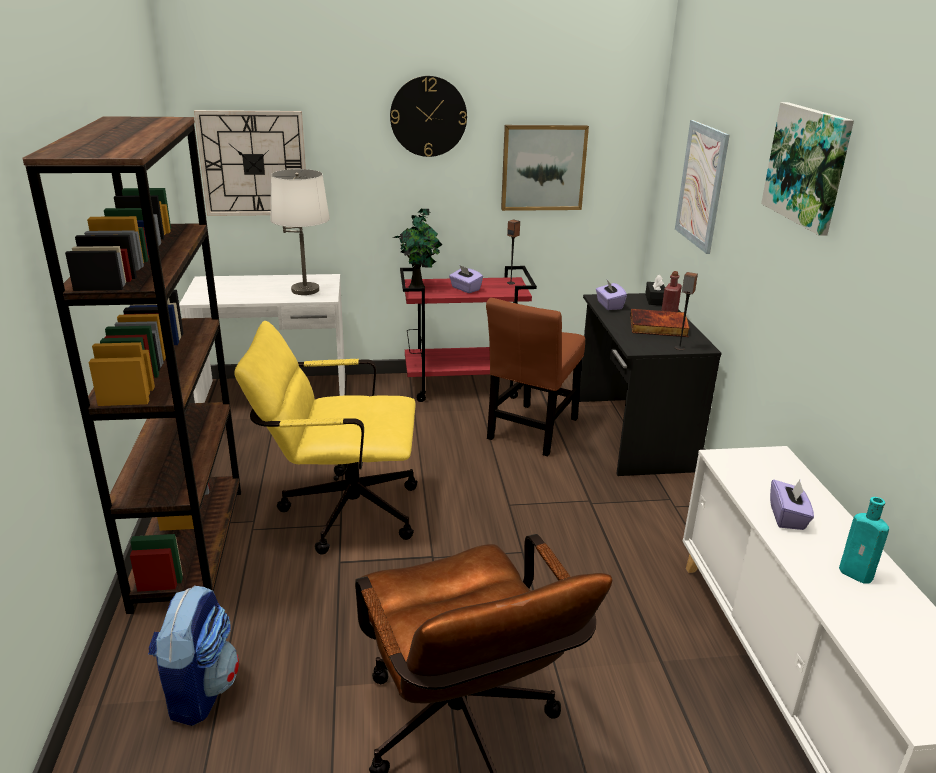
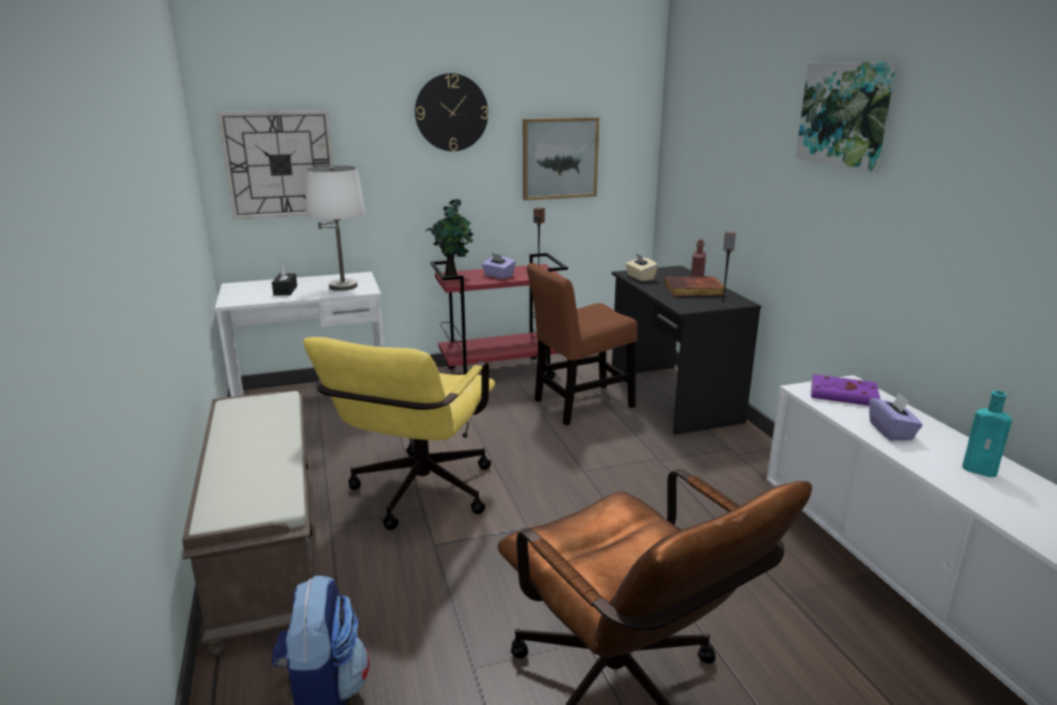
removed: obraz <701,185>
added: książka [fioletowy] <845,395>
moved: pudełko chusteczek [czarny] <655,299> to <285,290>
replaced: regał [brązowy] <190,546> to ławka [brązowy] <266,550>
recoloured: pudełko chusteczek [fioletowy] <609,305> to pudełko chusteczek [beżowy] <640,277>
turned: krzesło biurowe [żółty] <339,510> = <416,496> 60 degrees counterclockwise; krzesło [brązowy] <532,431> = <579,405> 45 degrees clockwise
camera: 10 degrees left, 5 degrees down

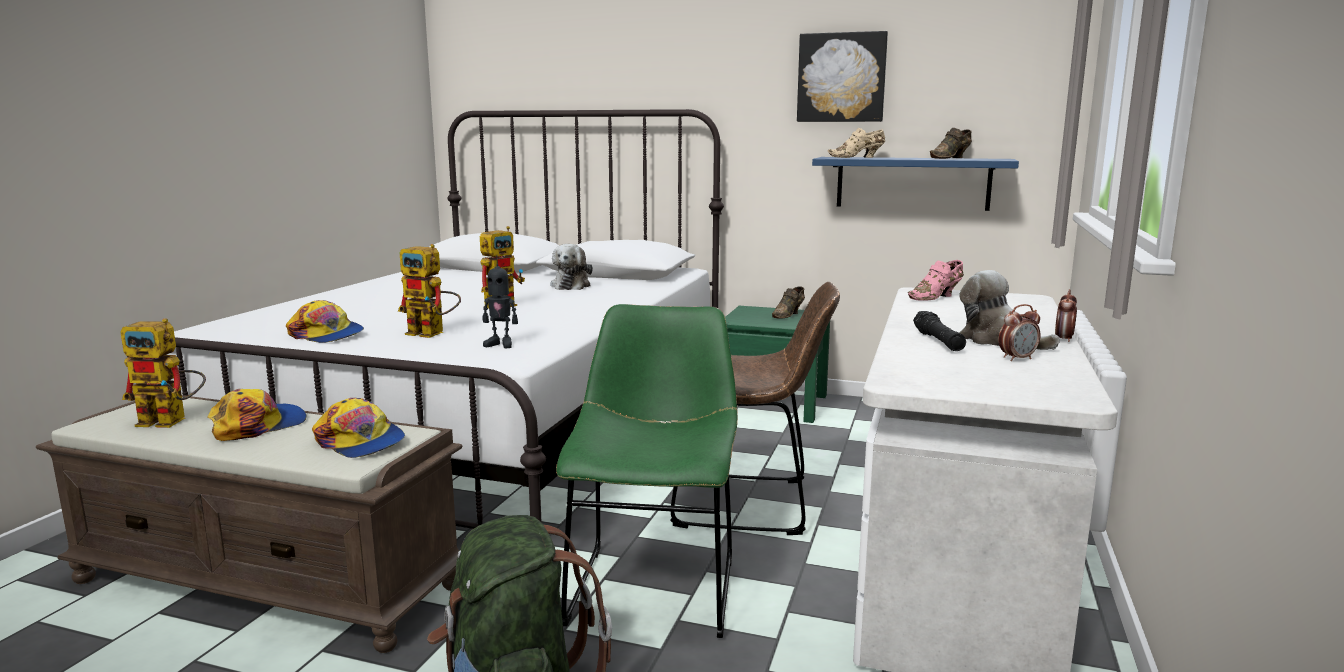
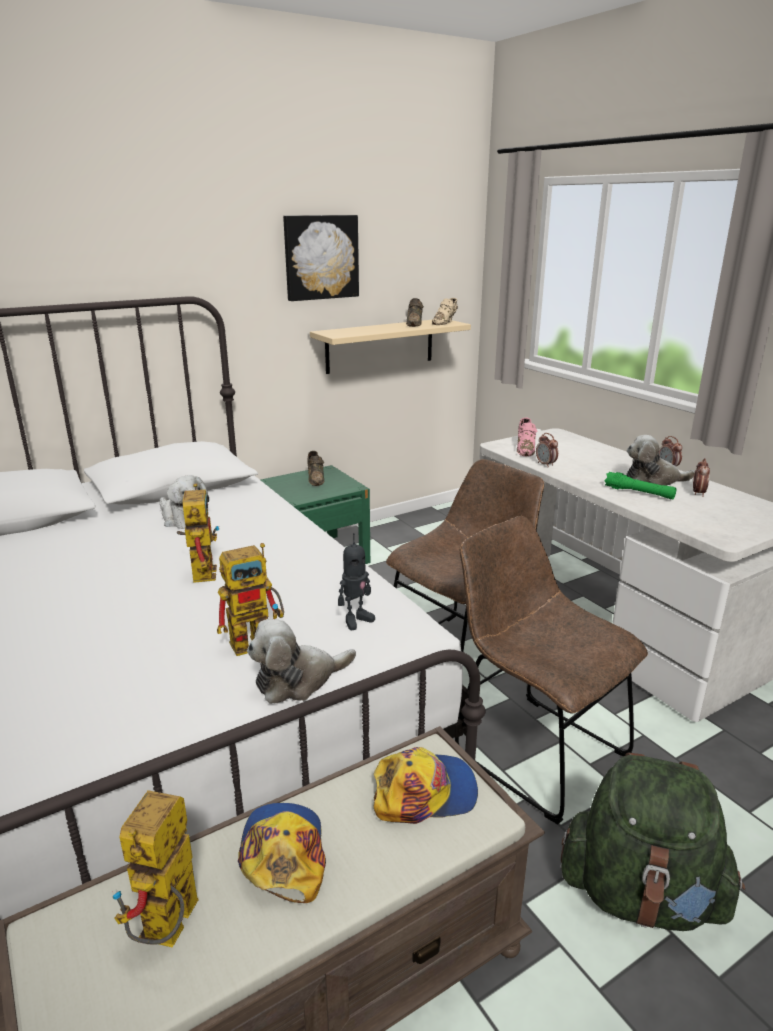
removed: czapka z daszkiem <326,335>
added: pluszak <298,680>; budzik <545,464>
moved: but [beżowy] <858,157> to <445,323>
recoloured: półka [niebieski] <912,183> to półka [beżowy] <380,345>; krzesło [zielony] <654,584> to krzesło [brązowy] <533,750>; latarka [czarny] <938,341> to latarka [zielony] <639,493>
turned: robot zabawkowy <172,421> = <168,933> 150 degrees clockwise
camera: 50 degrees left, 10 degrees up

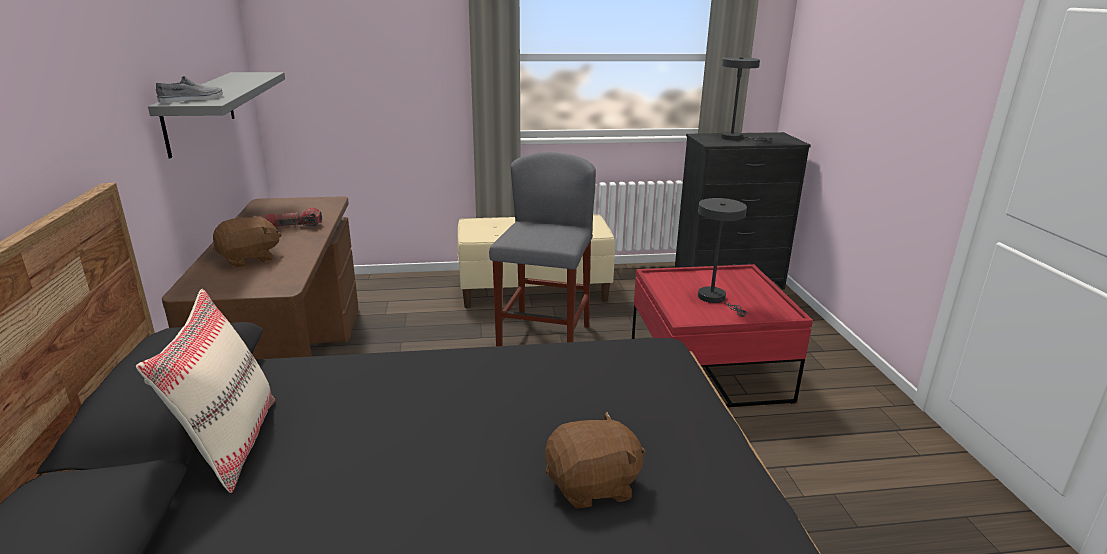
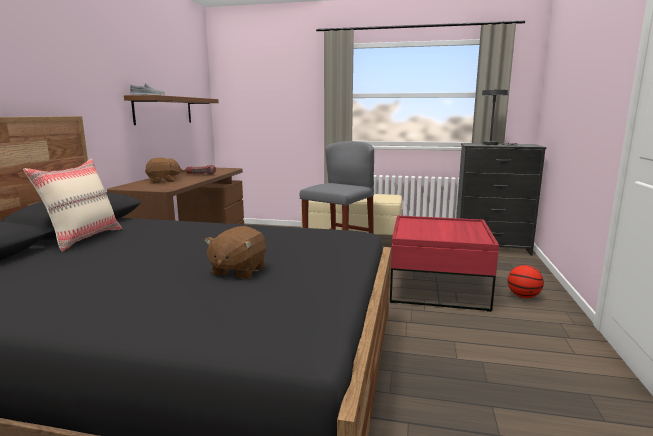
removed: lampa stołowa [szary] <715,299>
added: piłka do koszykówki <523,296>
recoloured: półka [szary] <200,111> to półka [brązowy] <164,110>
turned: pluszak [brązowy] <593,486> = <238,272> 105 degrees clockwise
camera: 20 degrees right, 10 degrees down

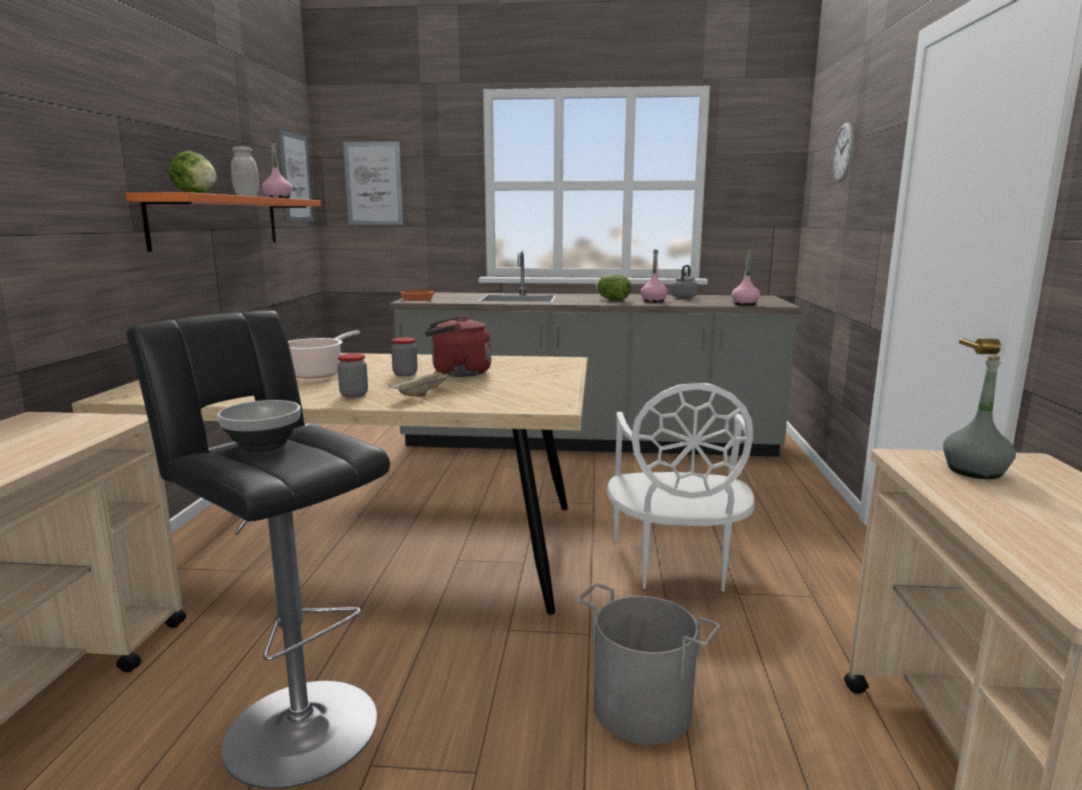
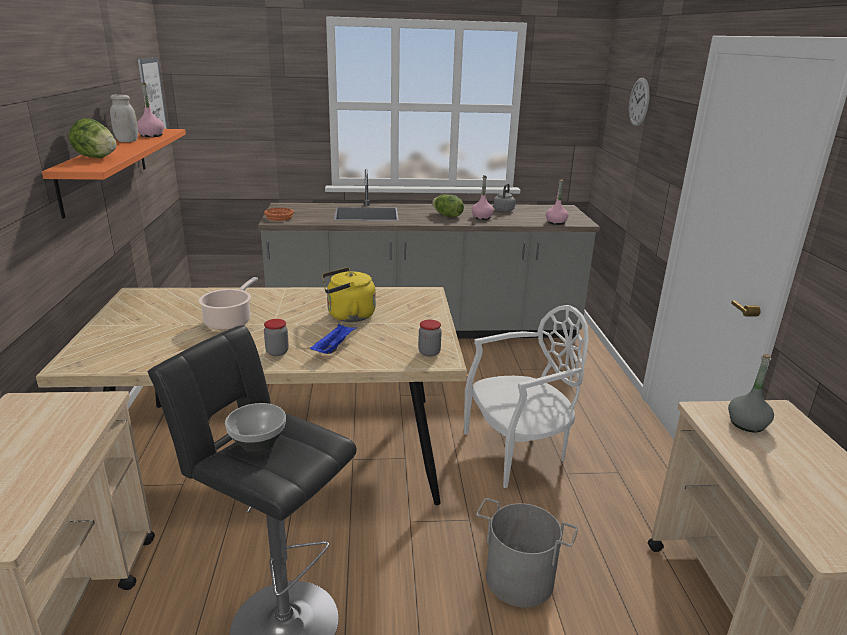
removed: obraz <373,183>
moved: słoik <405,374> to <429,352>
recoloured: taca [beżowy] <424,393> to taca [niebieski] <333,347>; czajnik [czerwony] <457,373> to czajnik [żółty] <348,316>
turned: krzesło [biały] <676,565> = <518,451> 105 degrees counterclockwise
camera: 10 degrees left, 10 degrees up

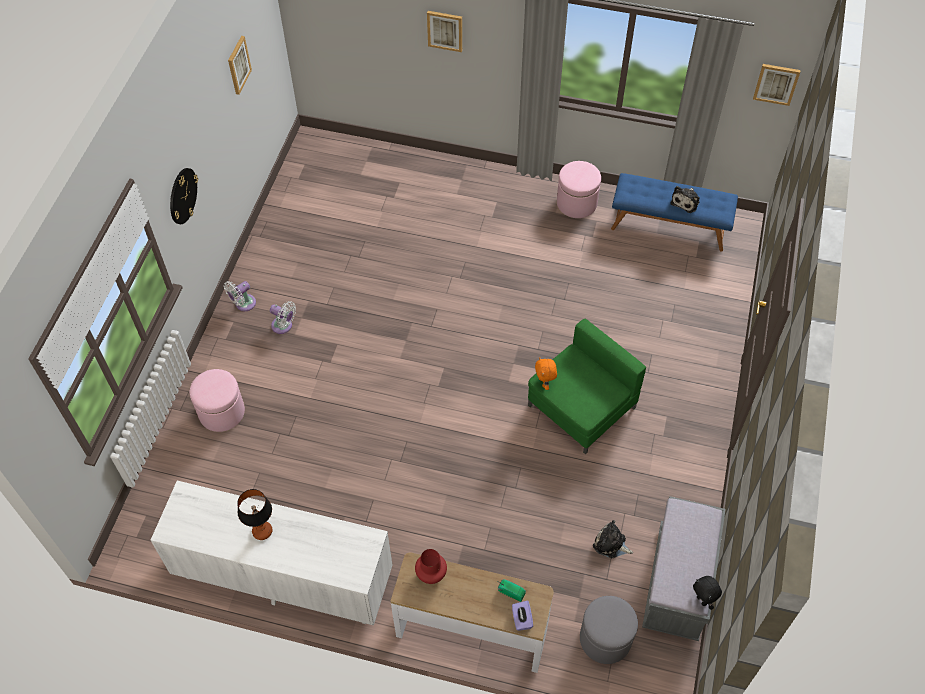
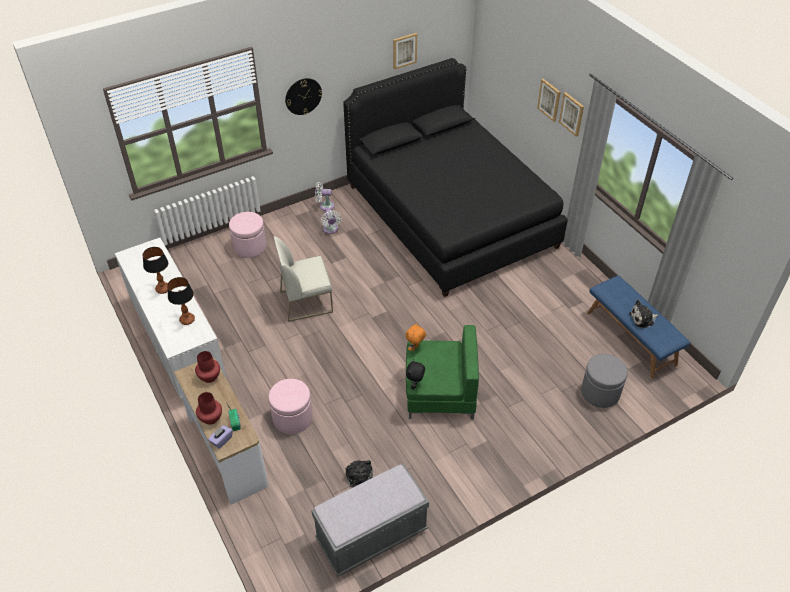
added: lampa stołowa <187,320>; wazon [czerwony] <211,418>; krzesło [biały] <306,301>; łóżko [czarny] <450,216>
moved: pufa [różowy] <576,203> to <292,418>; pluszak [czarny] <702,600> to <415,385>; obraz <776,83> to <572,114>; pufa [szary] <605,639> to <600,392>
camera: 45 degrees right, 10 degrees down

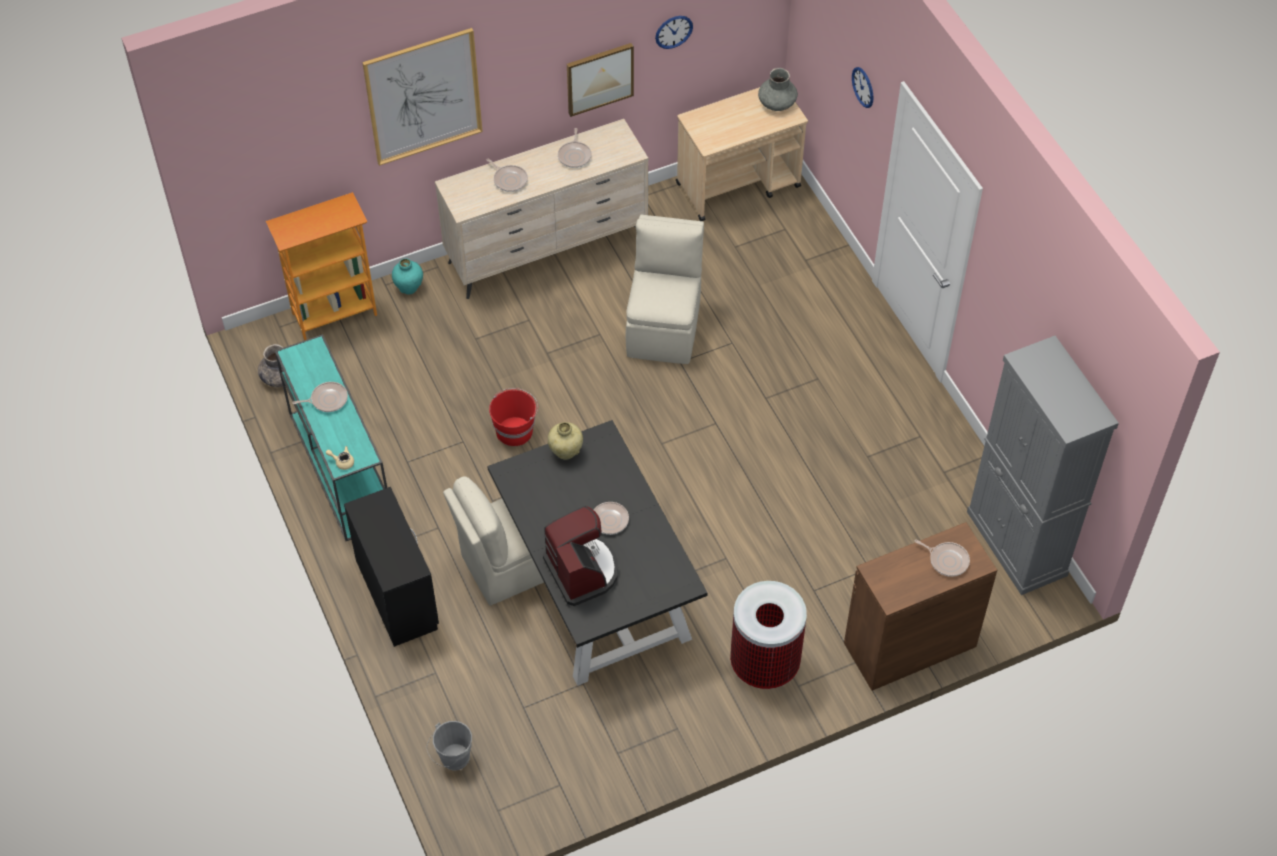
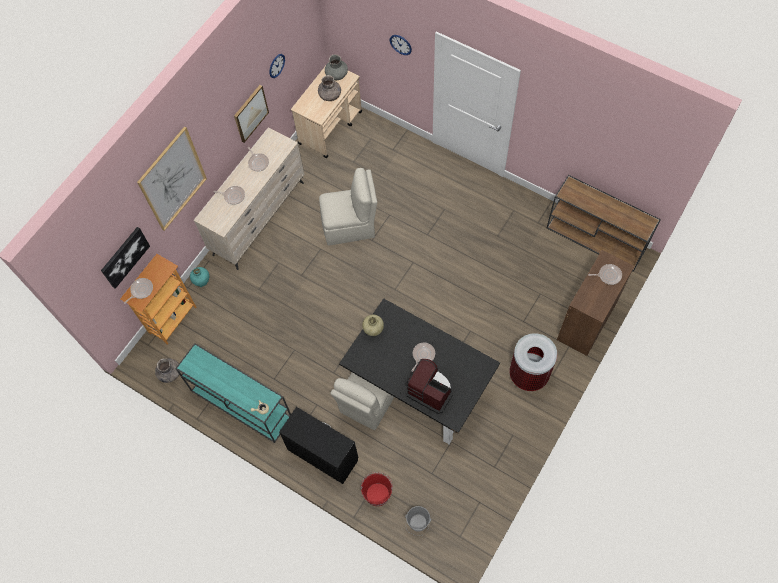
added: obraz <124,257>; wazon [szary] <330,95>
moved: patelnia <327,399> to <141,290>; wiadro [czerwony] <515,430> to <377,493>
replaced: szafka [szary] <1016,544> to stolik konsolowy [brązowy] <596,239>
turned: krzesło [beżowy] <664,327> = <350,226> 105 degrees clockwise
camera: 30 degrees left, 10 degrees up

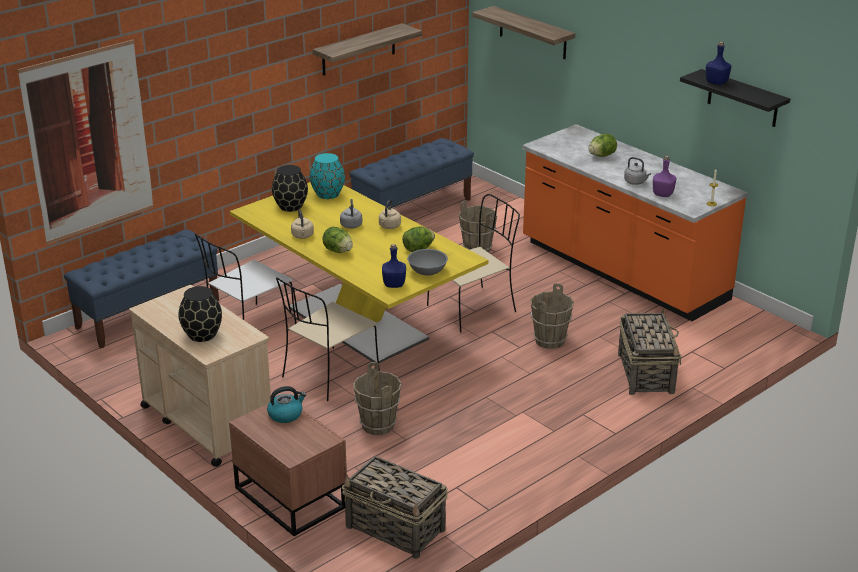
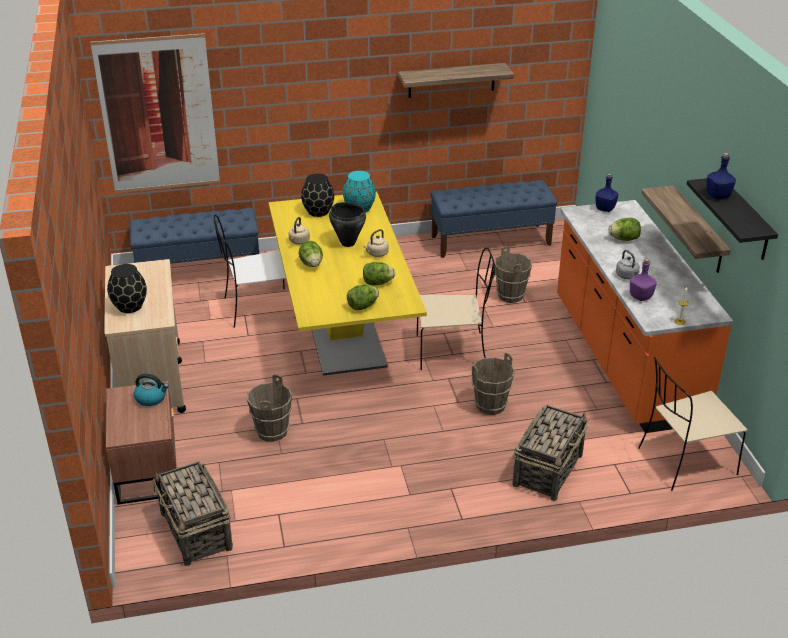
moved: butelka [niebieski] <394,284> to <605,208>; krzesło [beżowy] <329,375> to <684,462>; półka <532,33> to <698,230>
replaced: czajnik [szary] <351,225> to garnek [czarny] <348,243>; miska [szary] <427,271> to sałata <362,306>
camera: 30 degrees right, 5 degrees up

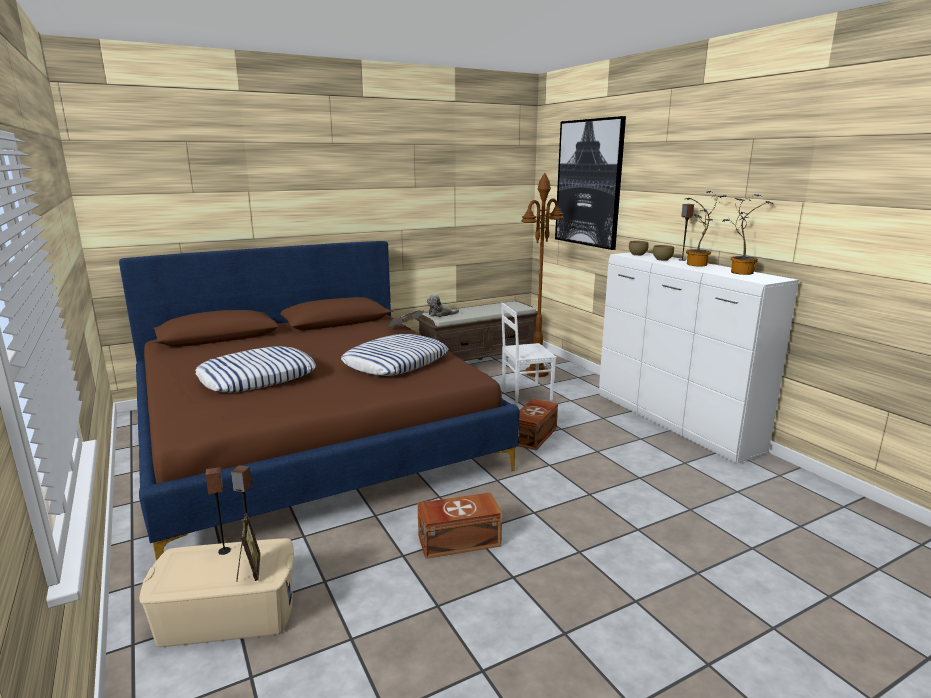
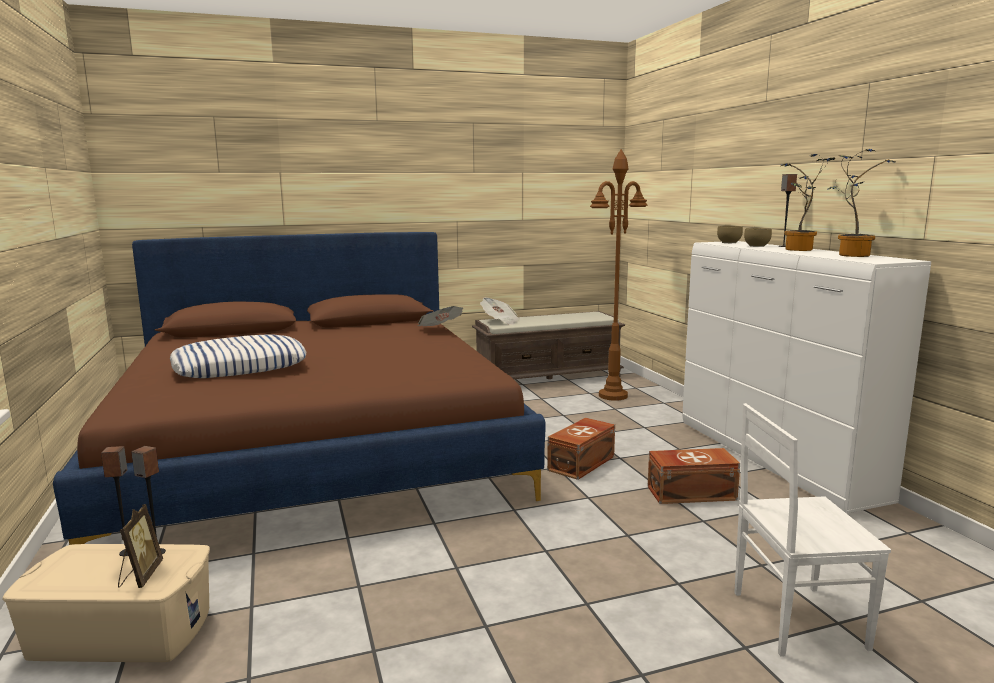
removed: poduszka <396,363>; obraz <588,183>
moved: pojemnik do przechowywania [brązowy] <457,540> to <689,492>; krzesło [biały] <525,394> to <795,619>
replaced: pluszak <440,314> to gazeta <500,321>
camera: 10 degrees right, 5 degrees down

